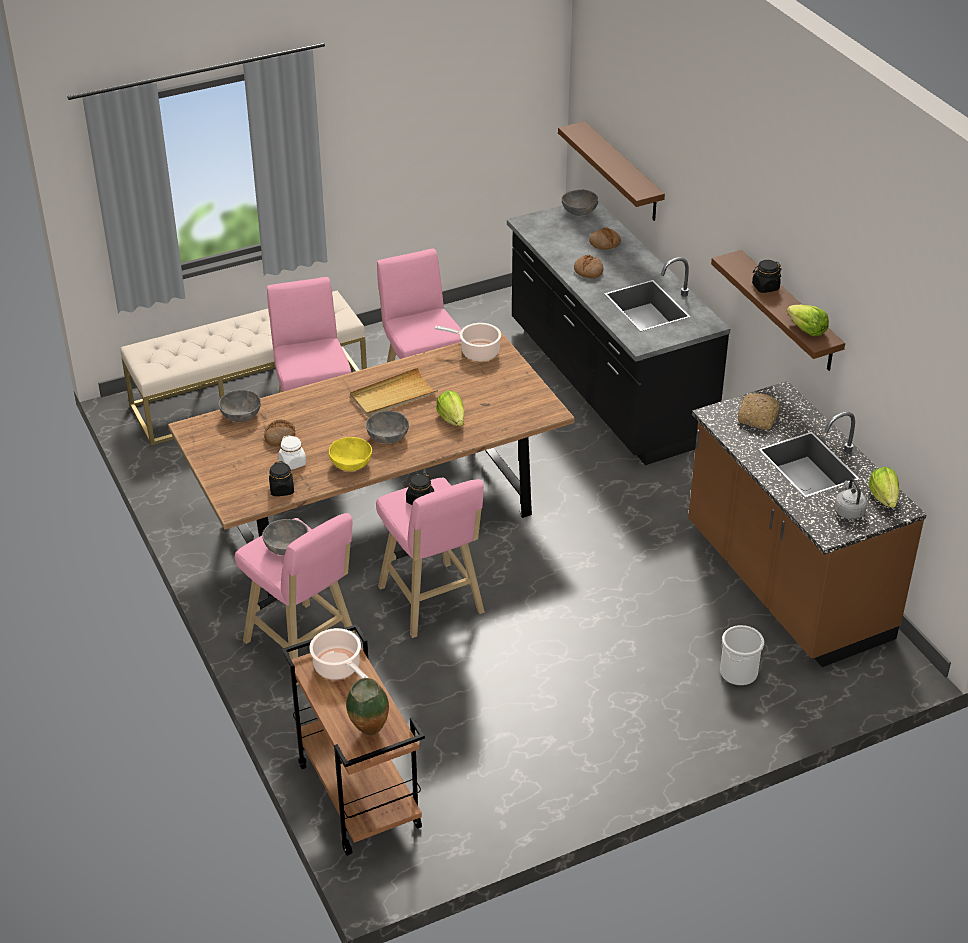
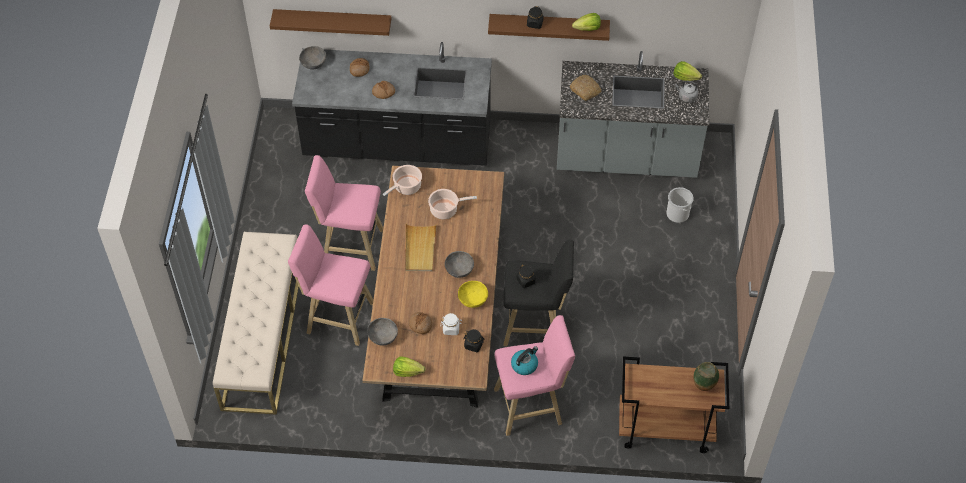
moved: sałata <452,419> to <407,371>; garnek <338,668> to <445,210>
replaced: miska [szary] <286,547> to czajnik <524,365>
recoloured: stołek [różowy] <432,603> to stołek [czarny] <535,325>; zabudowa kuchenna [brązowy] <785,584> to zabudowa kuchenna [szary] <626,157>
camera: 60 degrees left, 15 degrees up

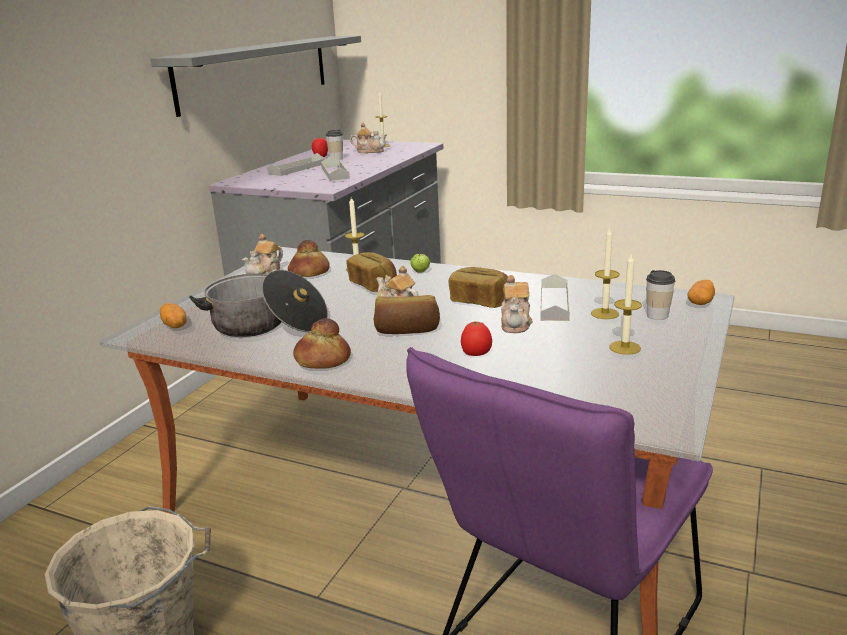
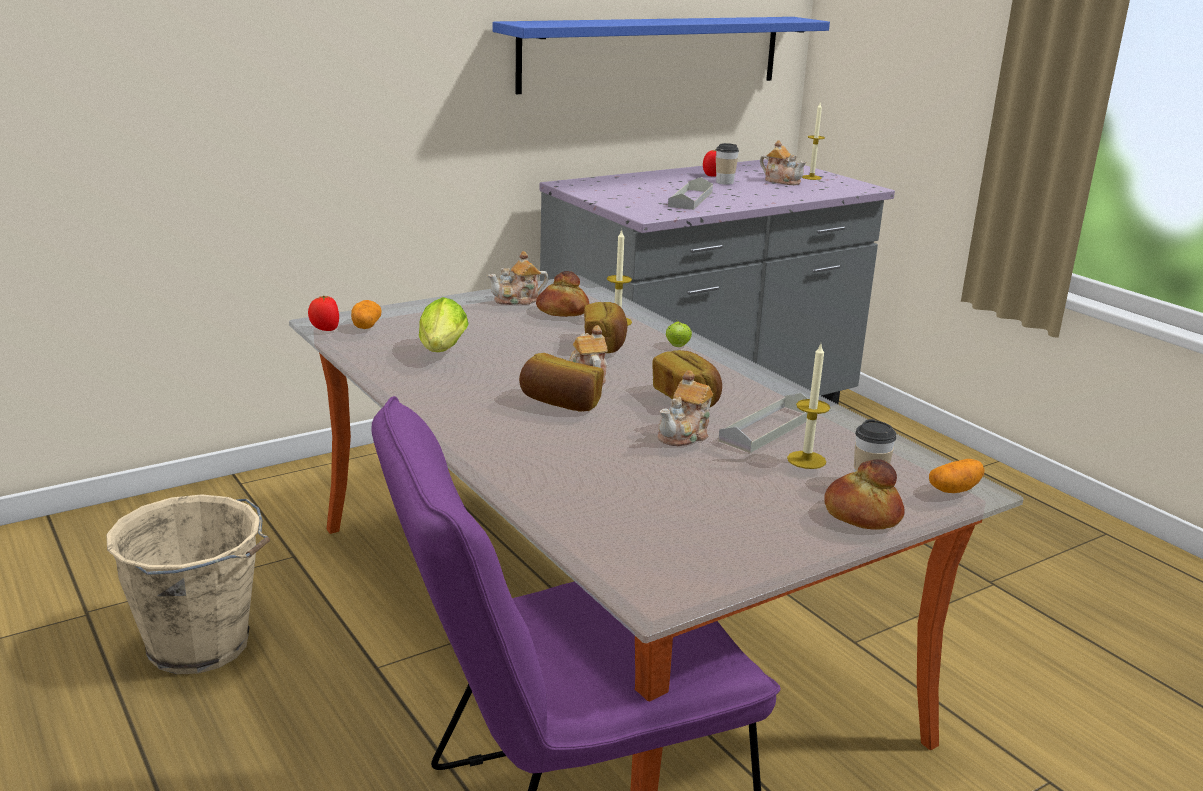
removed: taca [szary] <297,169>; świeca <625,347>
moved: pomidor <476,355> to <325,330>; chleb <322,360> to <861,514>
replaced: garnek <267,325> to sałata <441,352>
recoloured: półka [szary] <256,72> to półka [niebieski] <653,53>
camera: 30 degrees right, 0 degrees up

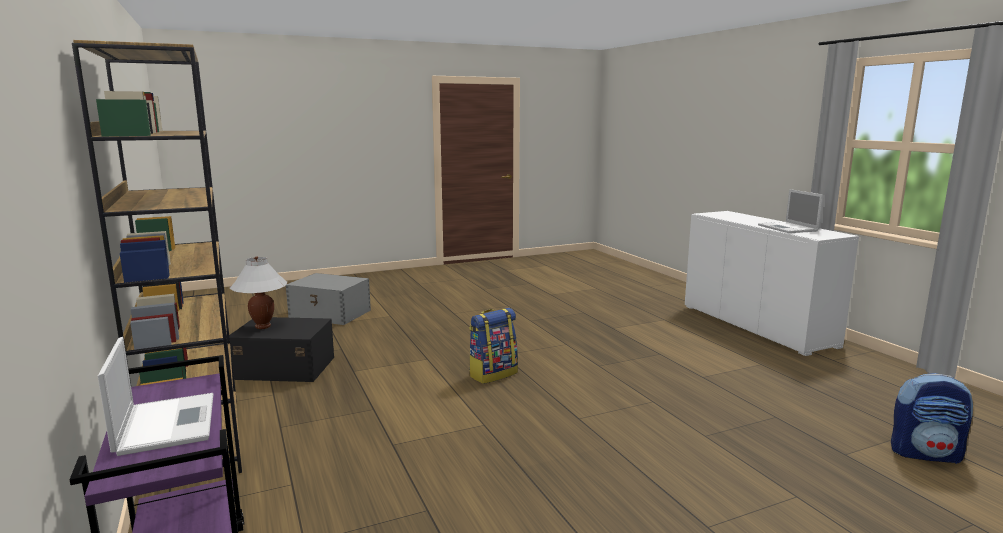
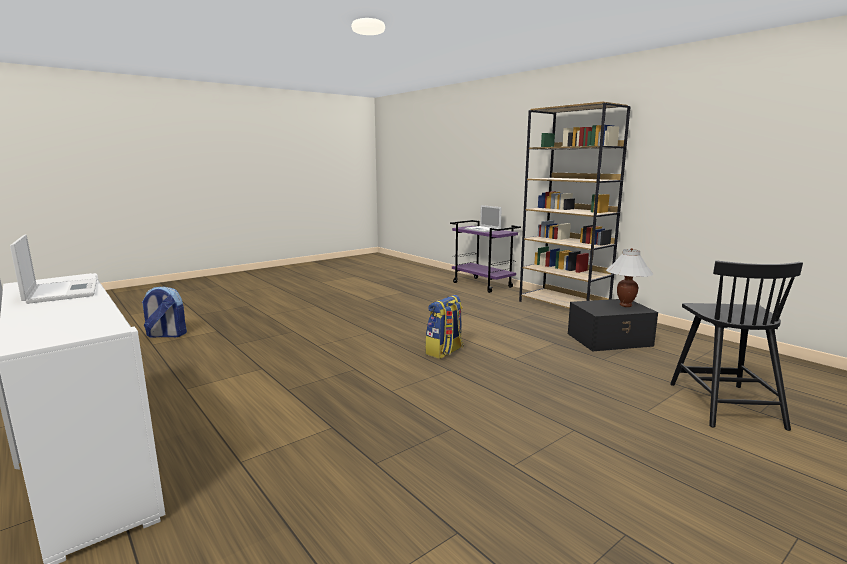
replaced: pojemnik do przechowywania [szary] <330,314> to krzesło [czarny] <724,404>
camera: 165 degrees right, 0 degrees up

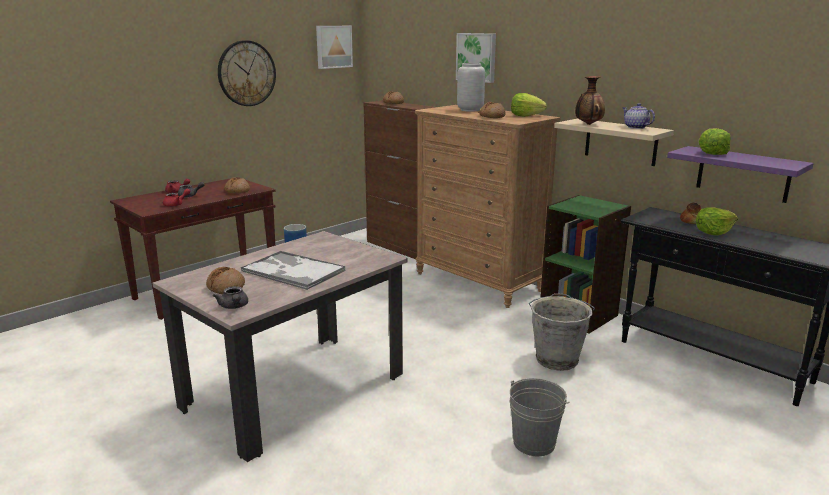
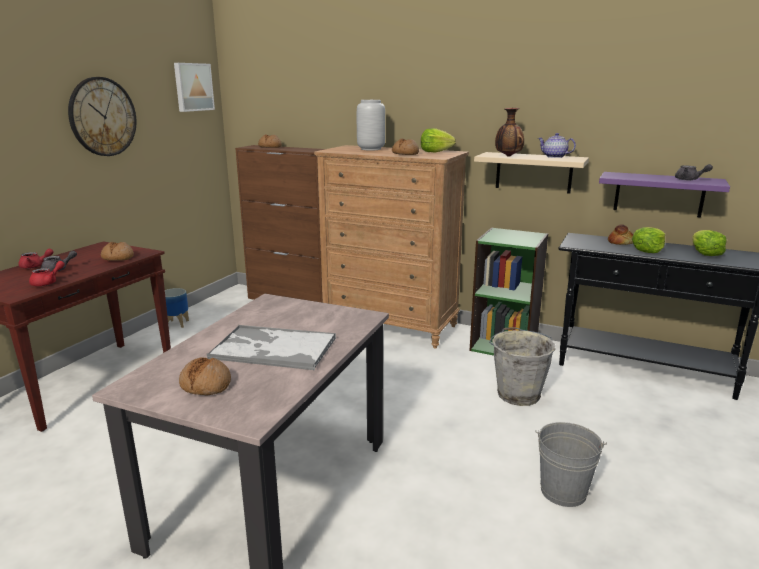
removed: obraz <477,57>
moved: imbryk [szary] <234,307> to <689,180>; sałata <712,153> to <704,253>
camera: 20 degrees left, 0 degrees up

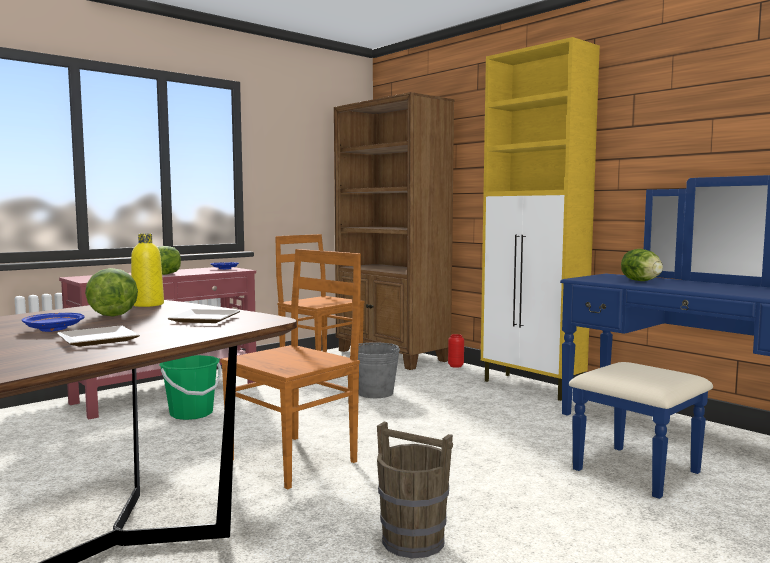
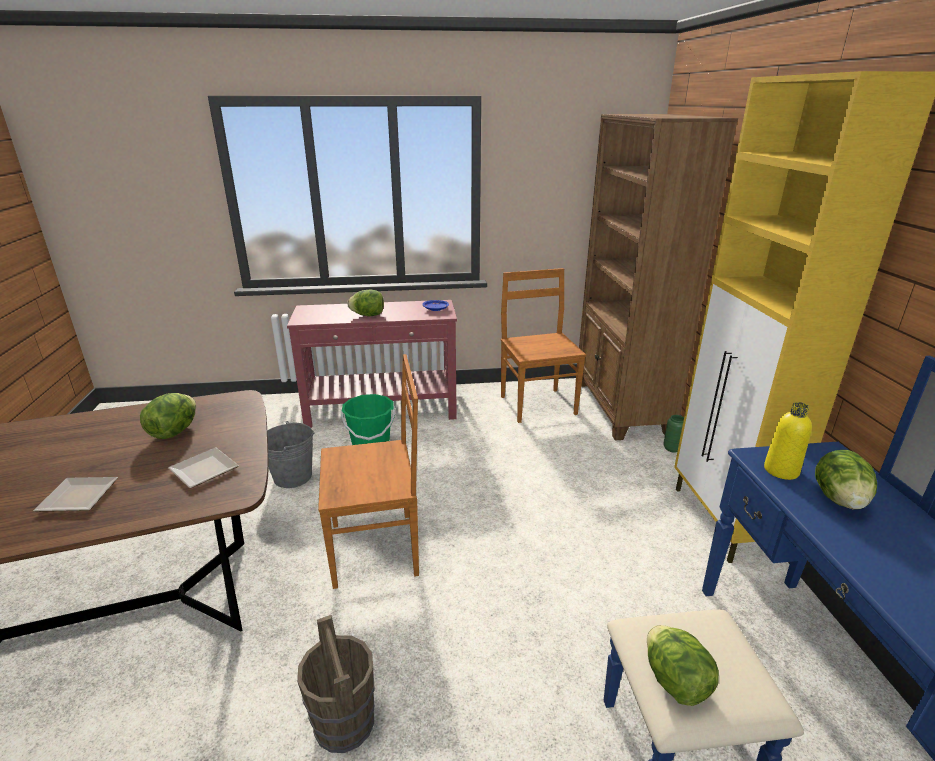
removed: talerz [niebieski] <53,329>
added: sałata <675,681>
moved: wiadro [szary] <375,393> to <293,476>; butelka [żółty] <148,304> to <781,470>
recoloured: wazon [czerwony] <455,366> to wazon [zielony] <672,448>
camera: 35 degrees right, 20 degrees up

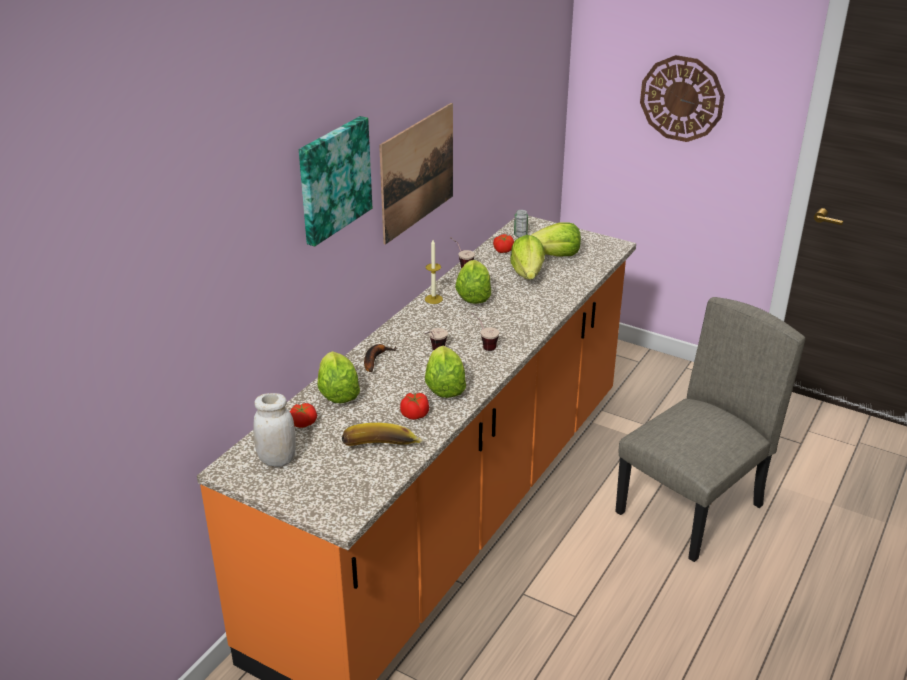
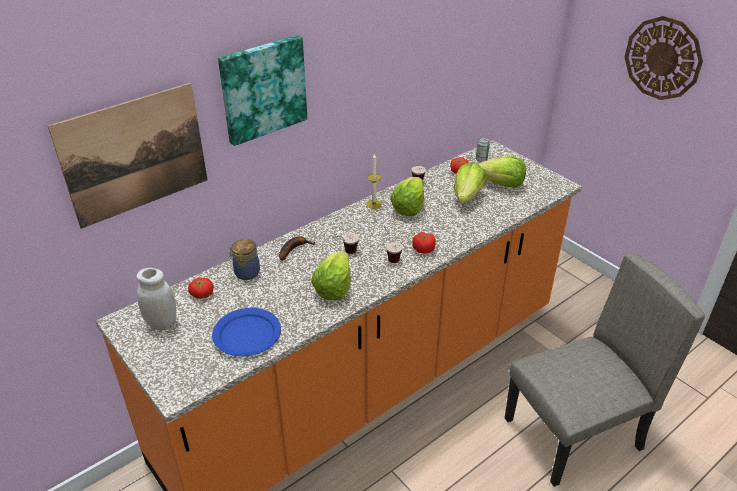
moved: obraz <417,172> to <135,155>; pomidor <414,415> to <423,249>
replaced: banan <381,449> to talerz [niebieski] <247,335>; sałata <337,392> to słoik <246,272>
camera: 20 degrees right, 5 degrees up

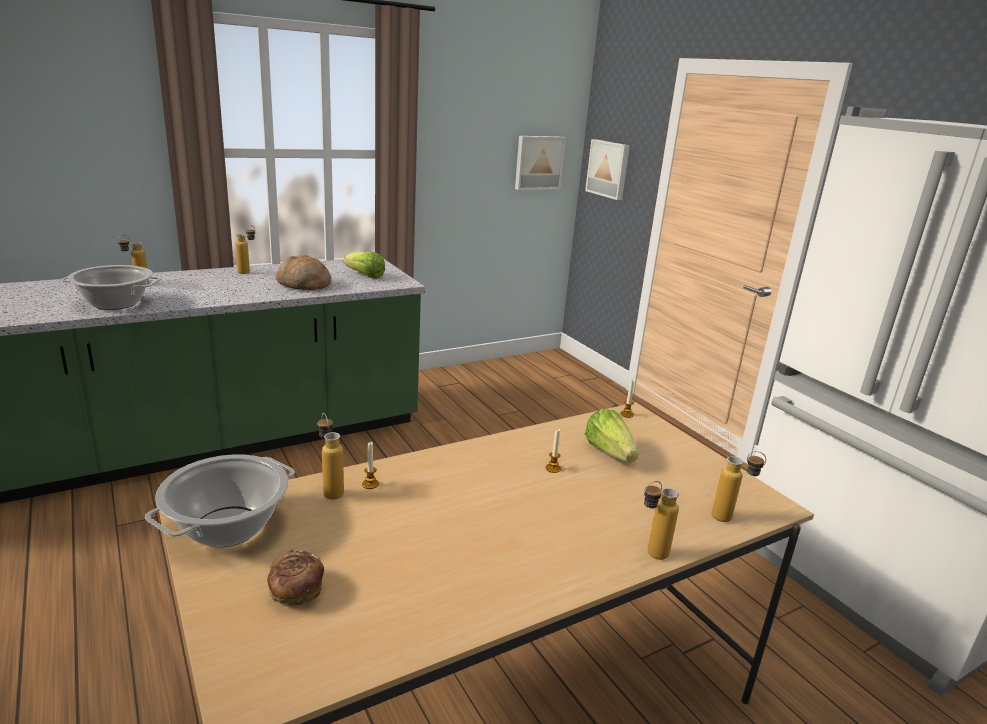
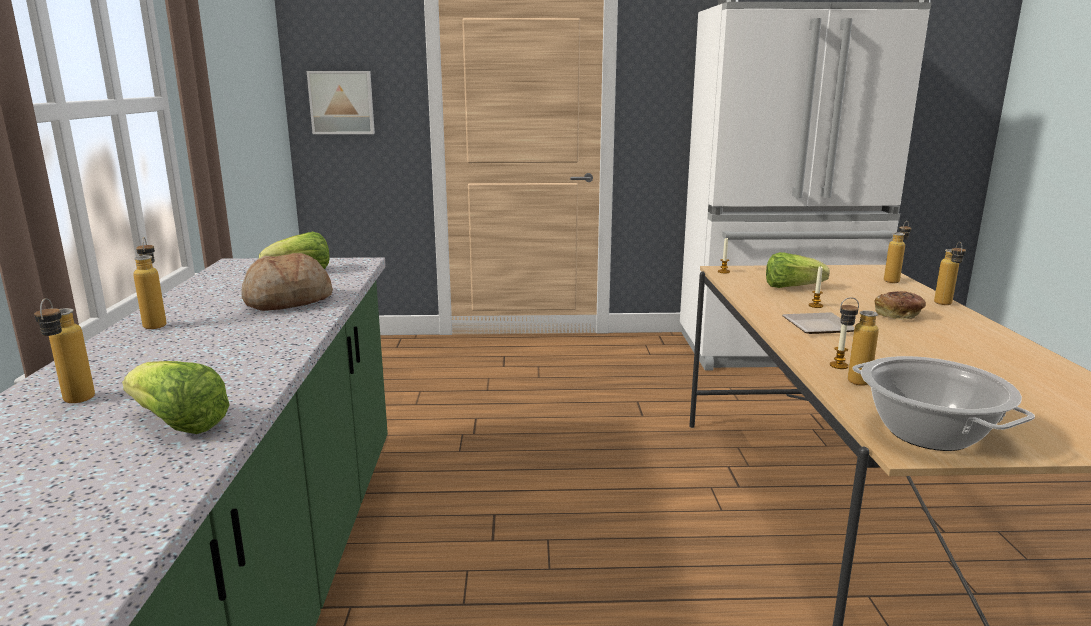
removed: obraz <538,162>
added: talerz <815,326>
moved: chleb <296,591> to <898,316>
replaced: garnek <115,303> to sałata <178,424>
camera: 60 degrees left, 5 degrees down

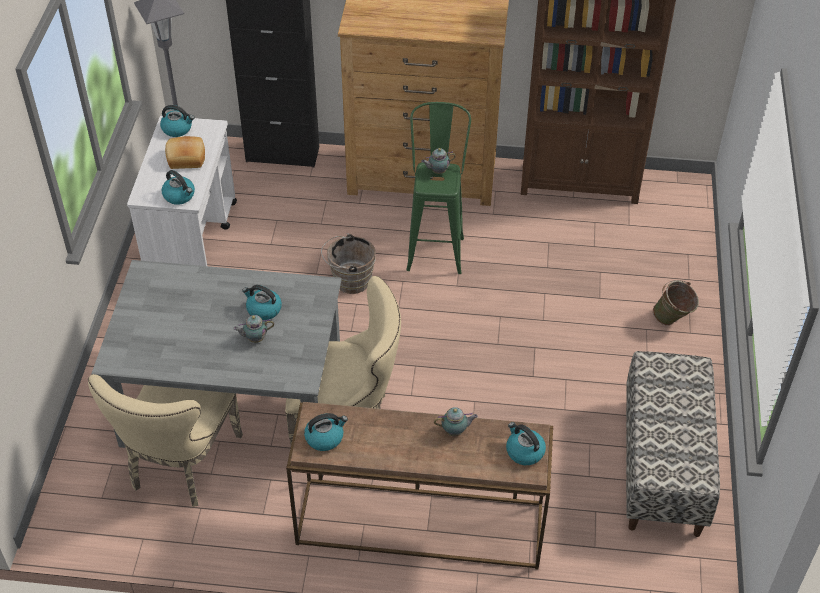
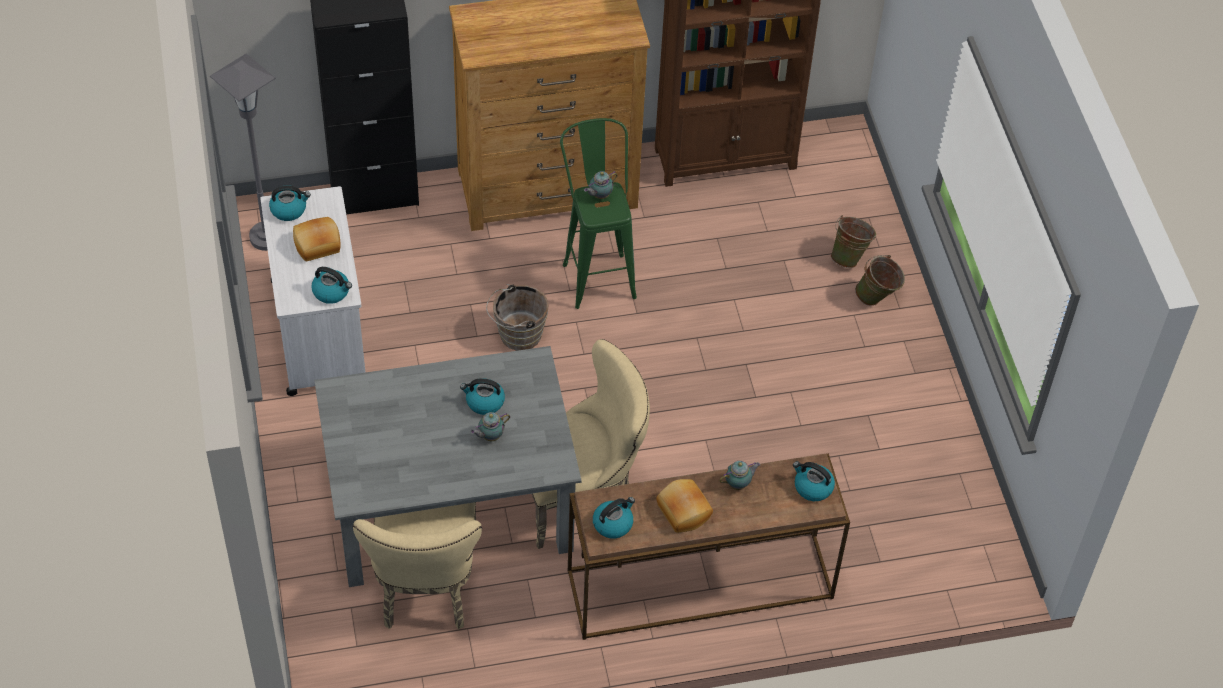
removed: ławka <663,466>
added: chleb <682,512>; wiadro [zielony] <850,257>
camera: 20 degrees left, 5 degrees up

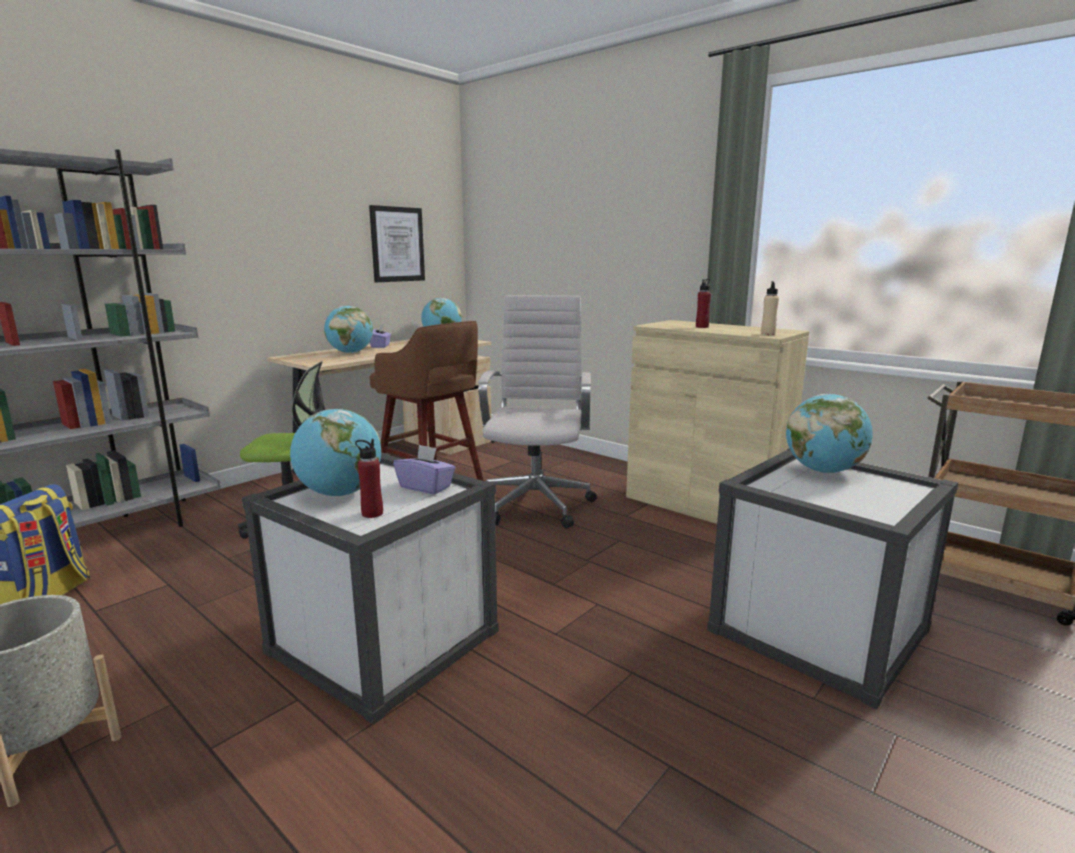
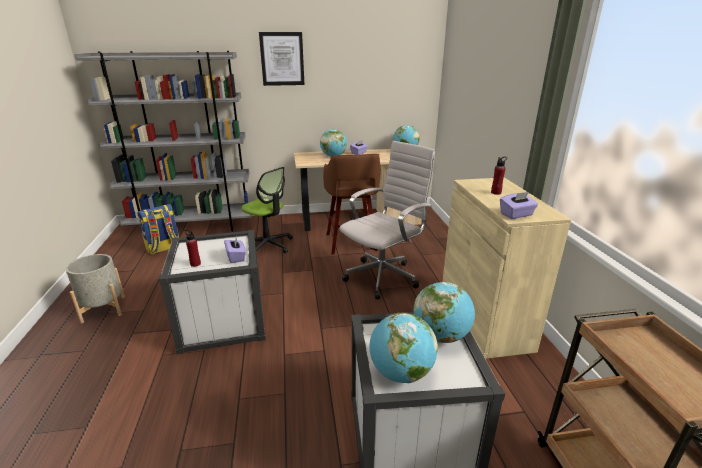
moved: obraz <397,244> to <282,59>; globus <340,494> to <401,373>
replaced: butelka [beżowy] <767,334> to pudełko chusteczek [fioletowy] <516,215>
camera: 40 degrees right, 10 degrees up

